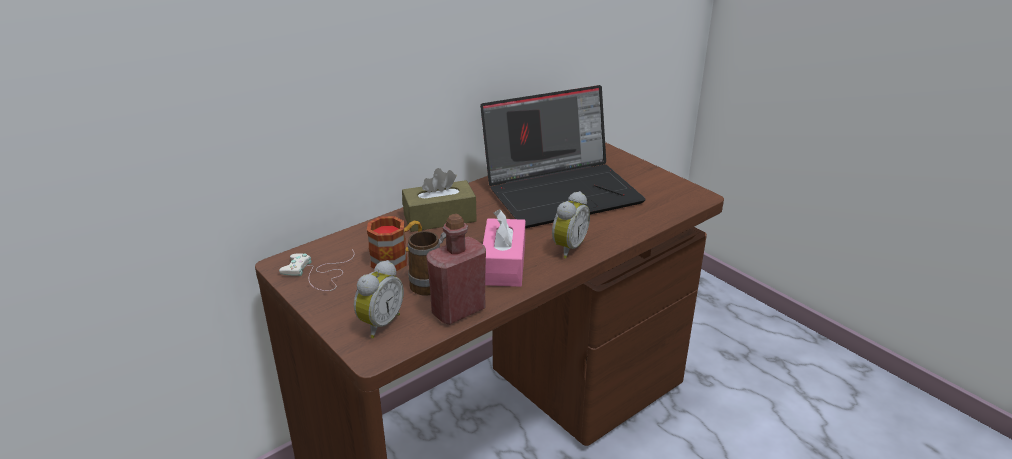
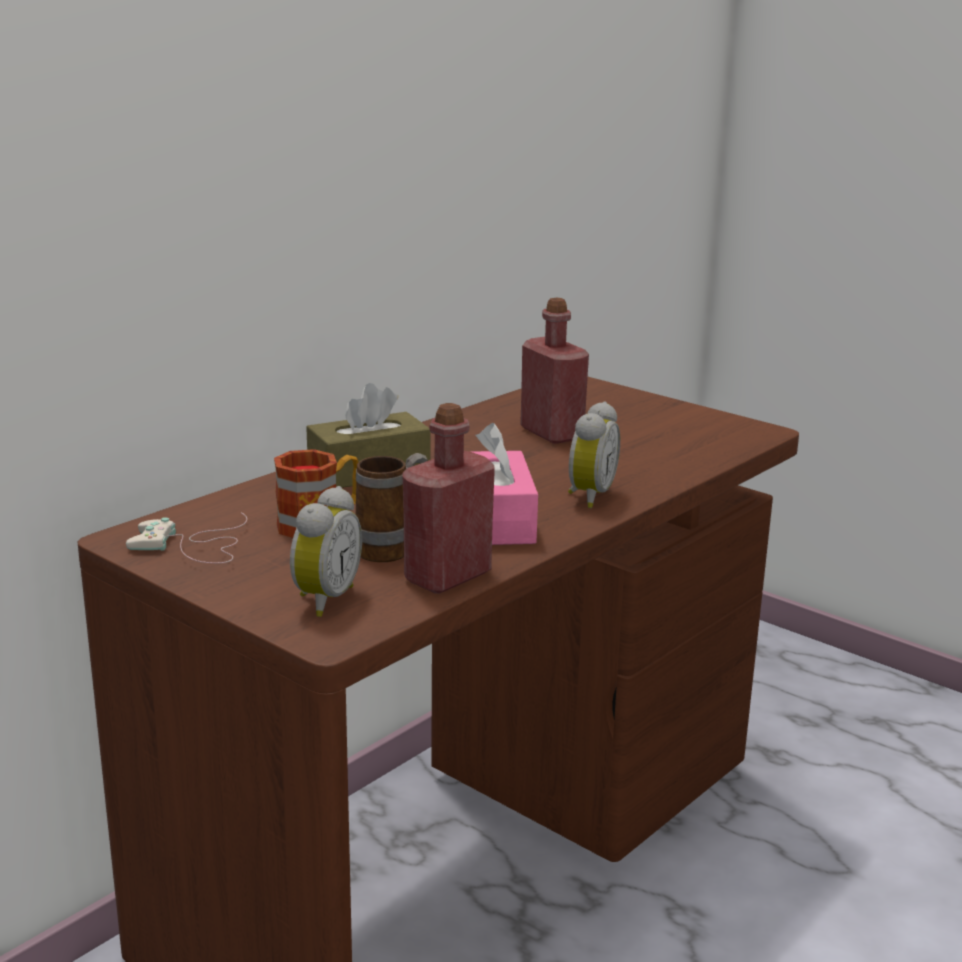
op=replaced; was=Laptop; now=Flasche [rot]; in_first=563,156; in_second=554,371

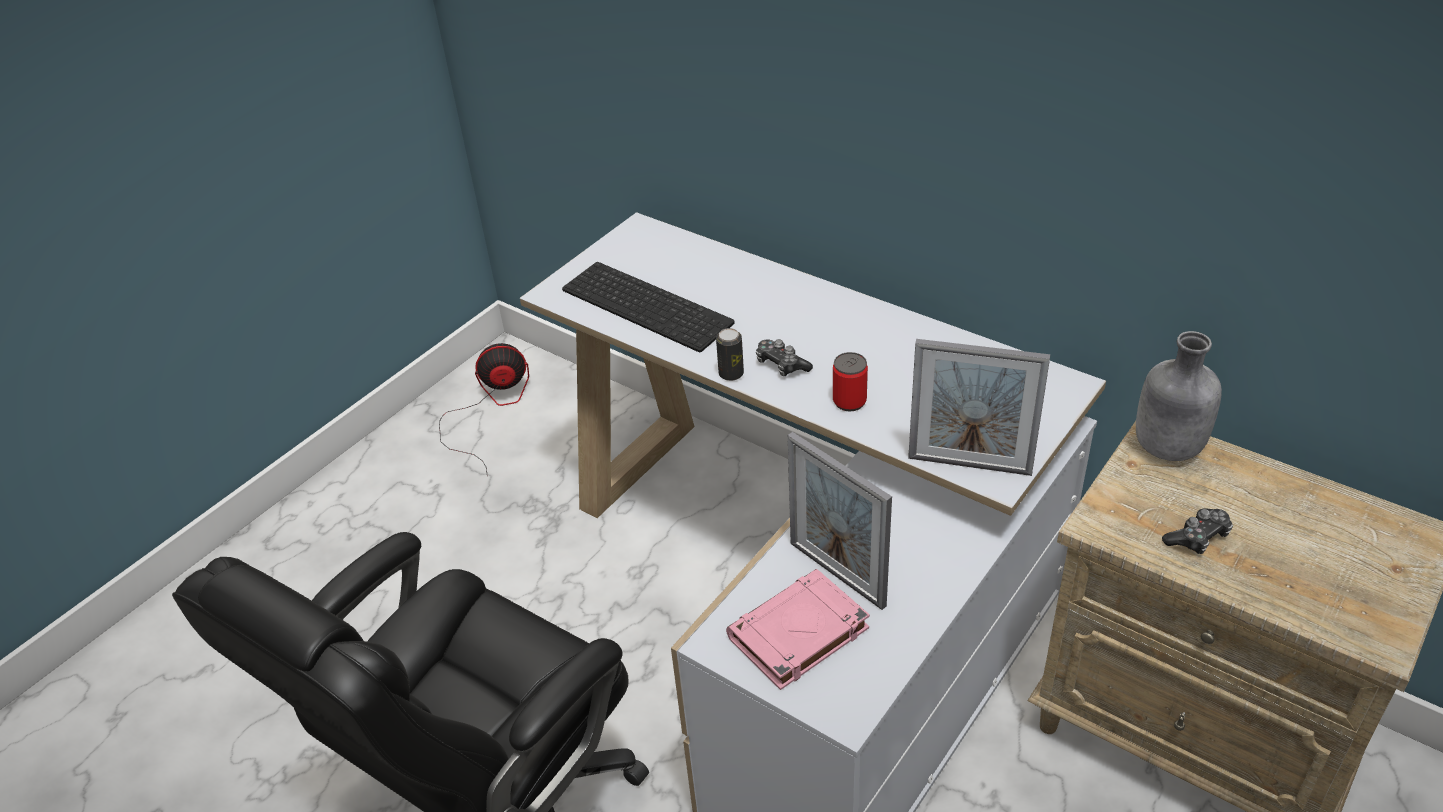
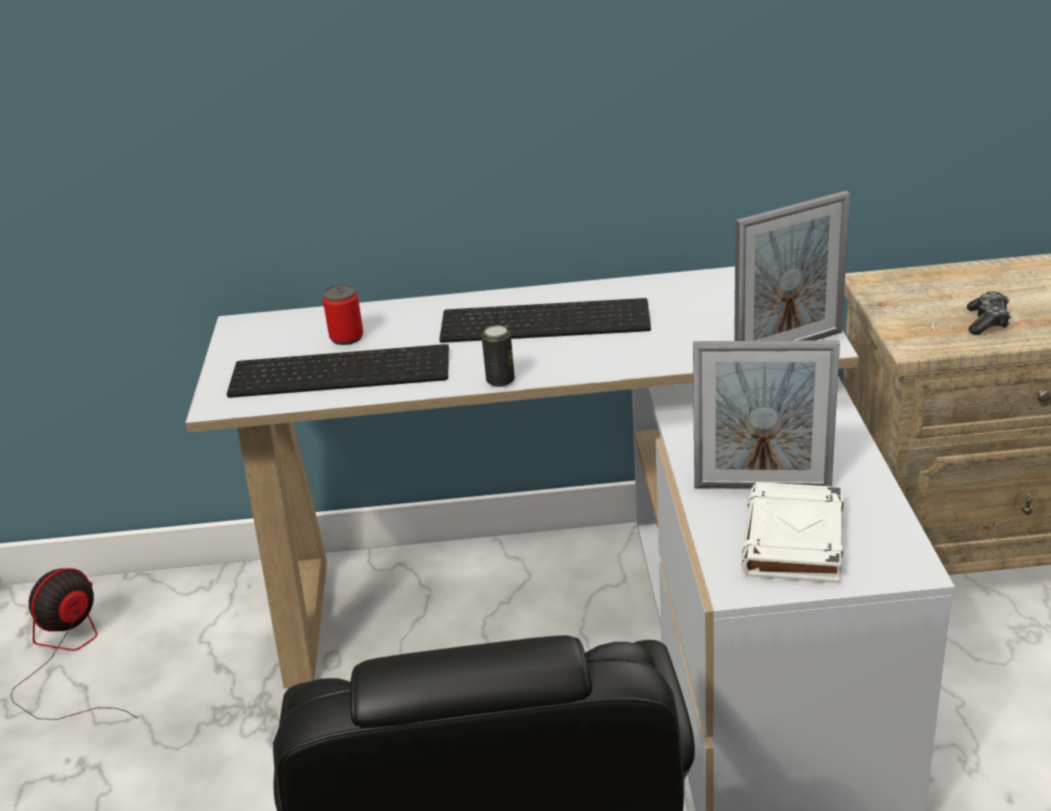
op=moved; was=Dose; in_first=850,381; in_second=343,314
op=added; now=Tastatur; in_second=545,320
op=recoloured; was=Buch [rosa]; now=Buch [weiß]; in_first=798,629; in_second=793,532
op=removed; was=Gamepad; in_first=784,357
op=removed; was=Flasche [grau]; in_first=1179,396

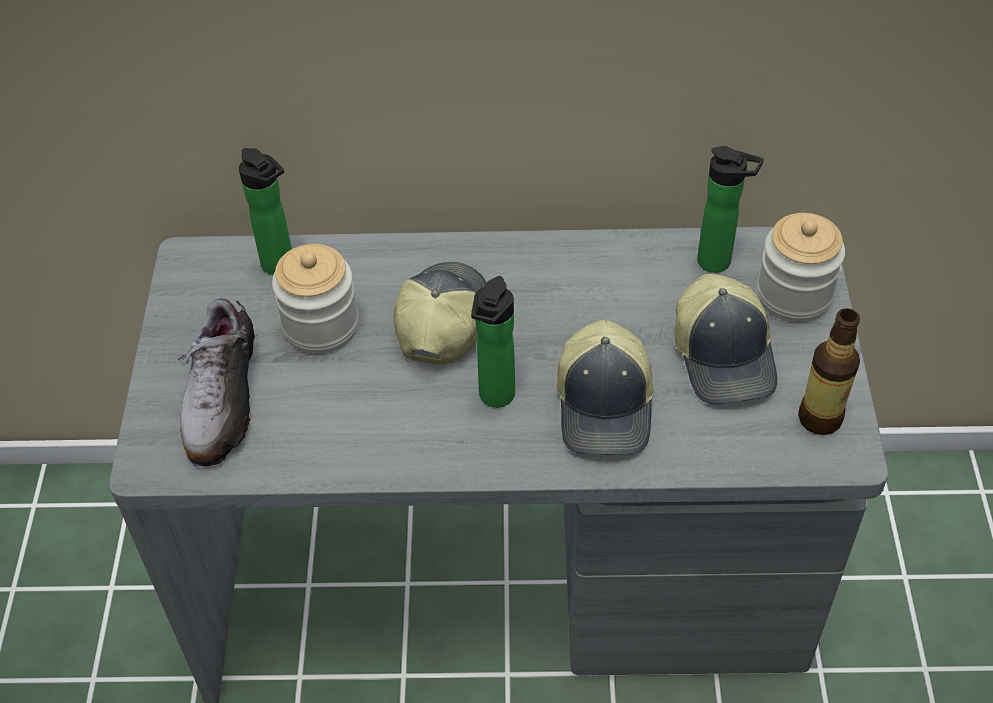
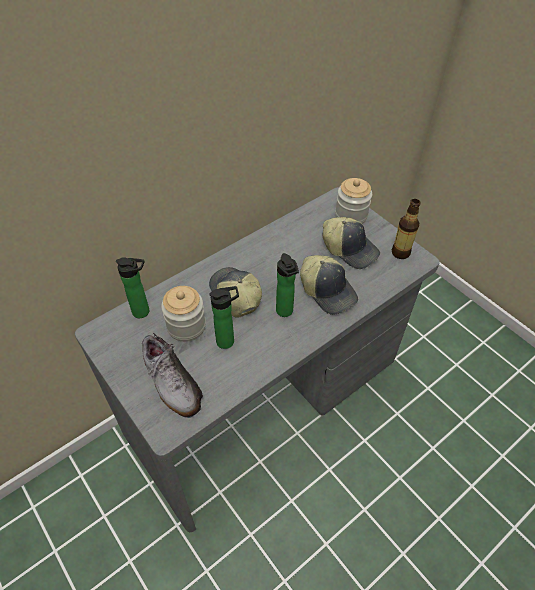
op=moved; was=Flasche; in_first=730,209; in_second=224,317

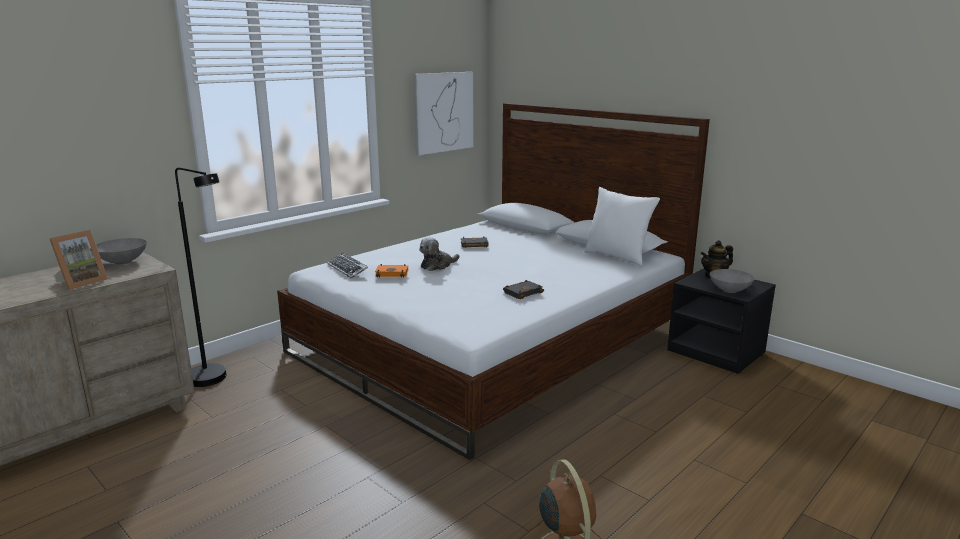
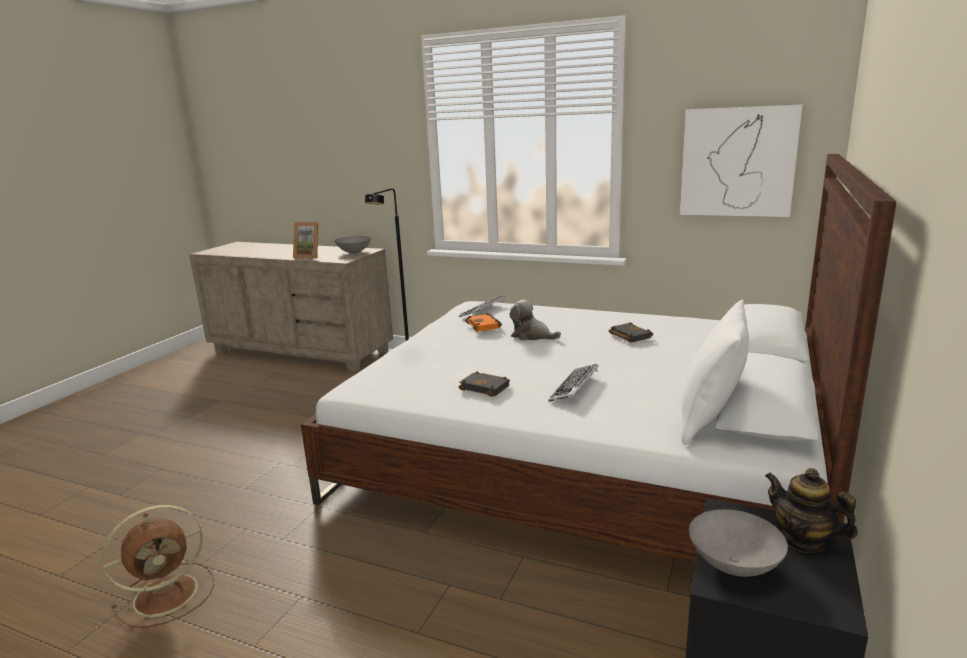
op=added; now=Tastatur; in_second=573,383

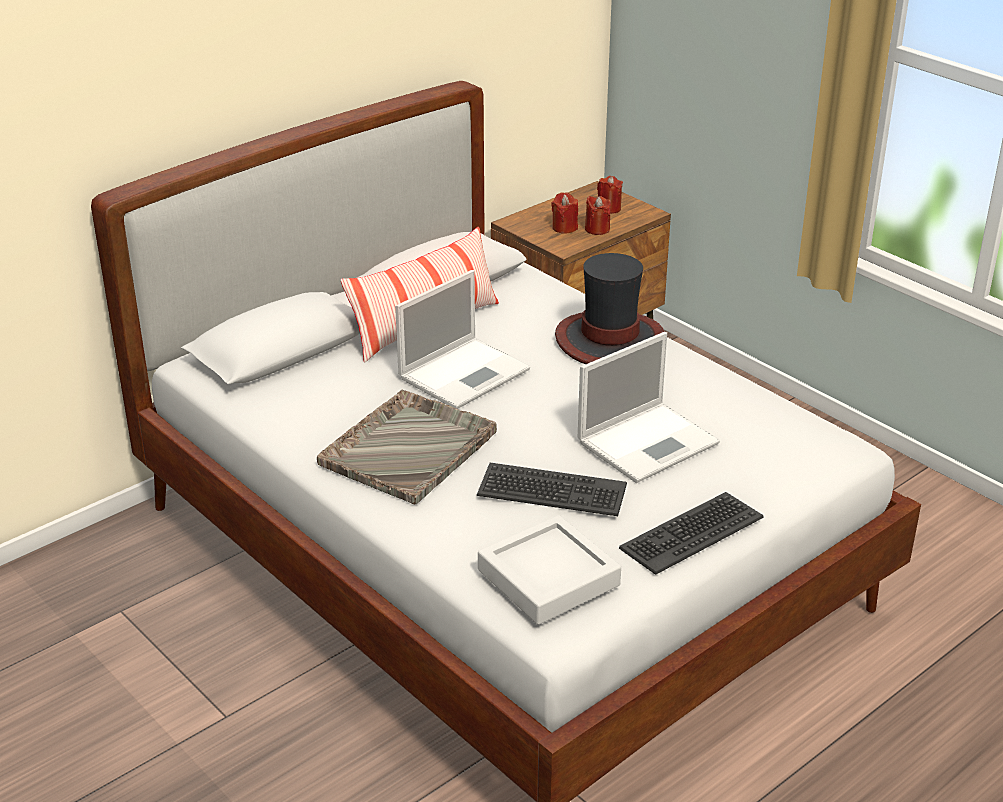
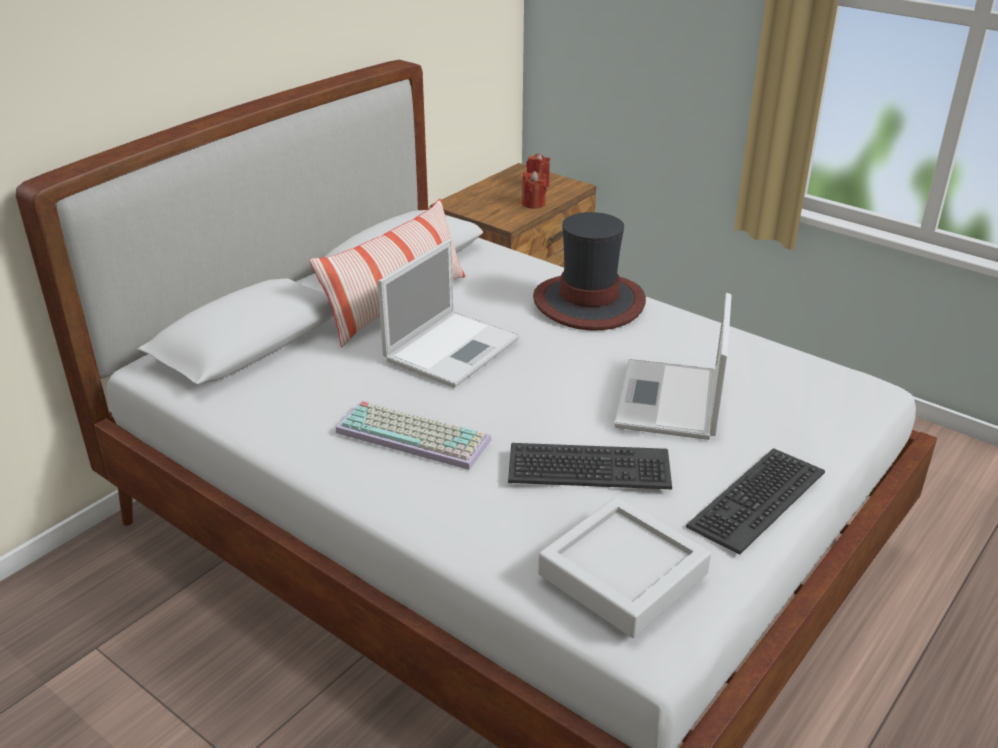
op=replaced; was=Tablett [grau]; now=Tastatur; in_first=407,447; in_second=414,435
op=turned; was=Laptop; in_first=649,407; in_second=673,366; clockwise=150
op=removed; was=Kerze [rot]; in_first=564,213

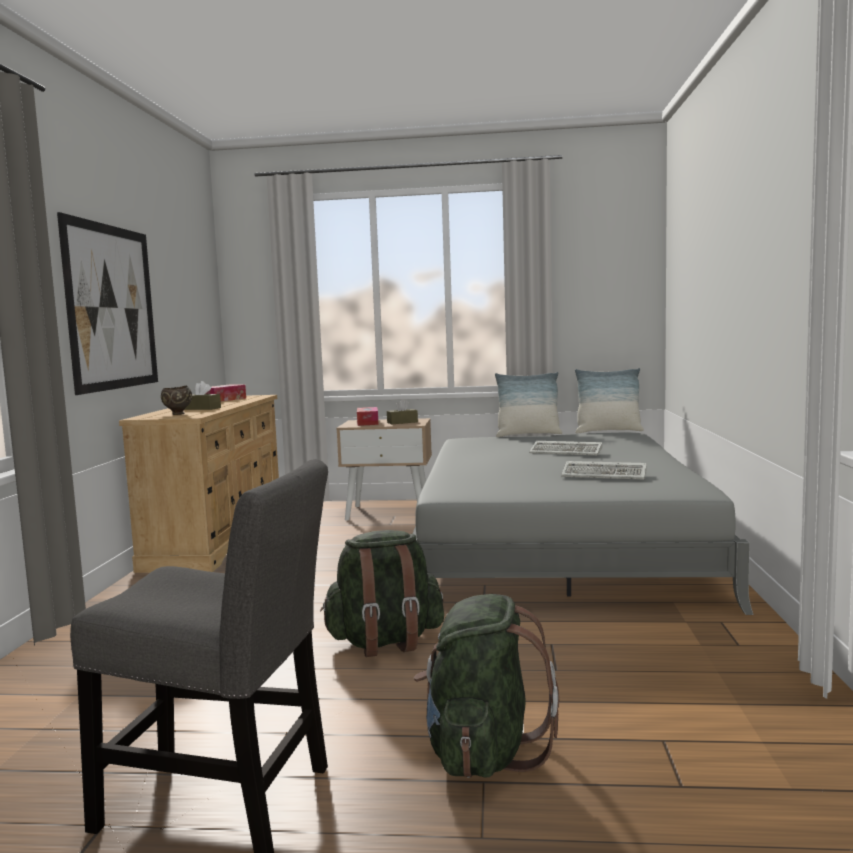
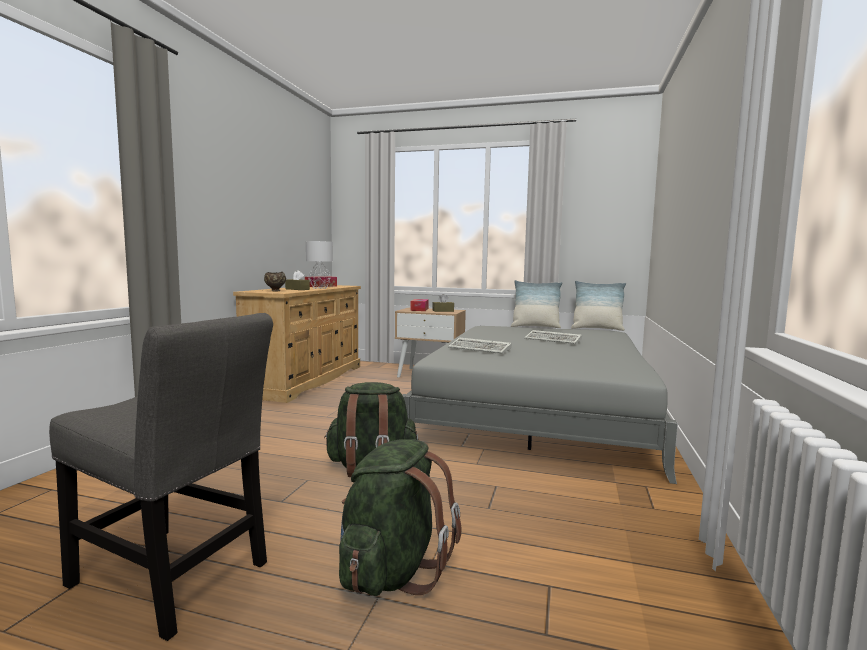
op=added; now=Tischlampe [grau]; in_second=319,265
op=moved; was=Tastatur; in_first=604,470; in_second=480,345
op=removed; was=Bild; in_first=107,303

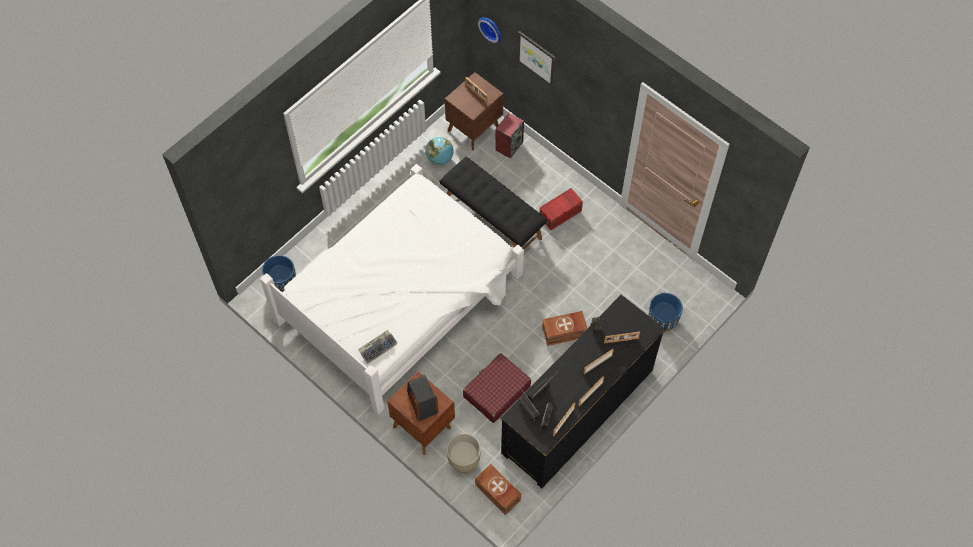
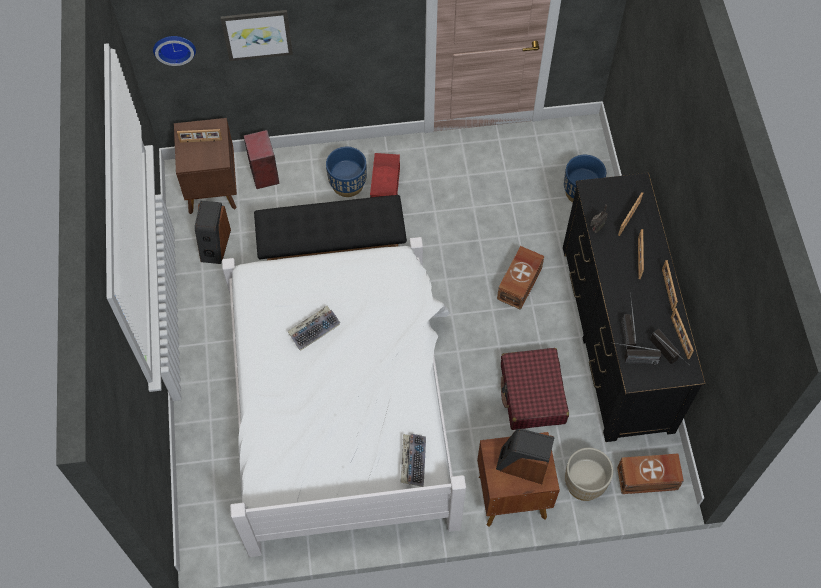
op=replaced; was=Globus; now=Lautsprecher; in_first=439,151; in_second=213,232
op=added; now=Tastatur; in_second=313,328
op=moved; was=Pflanzkübel [blau]; in_first=279,273; in_second=346,172

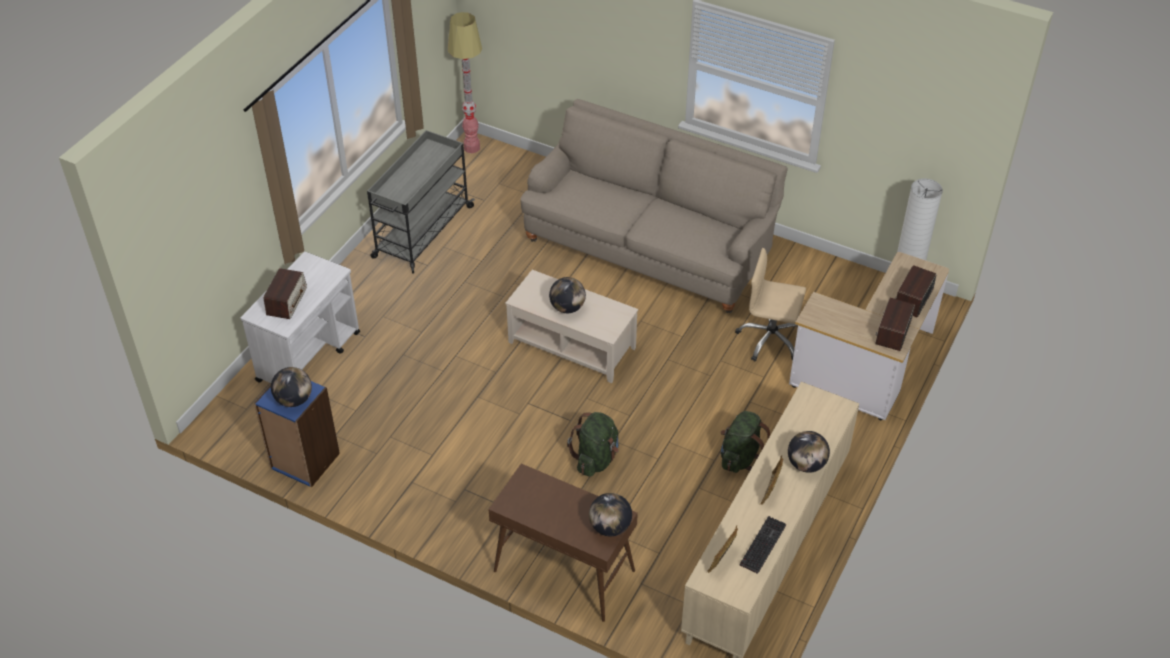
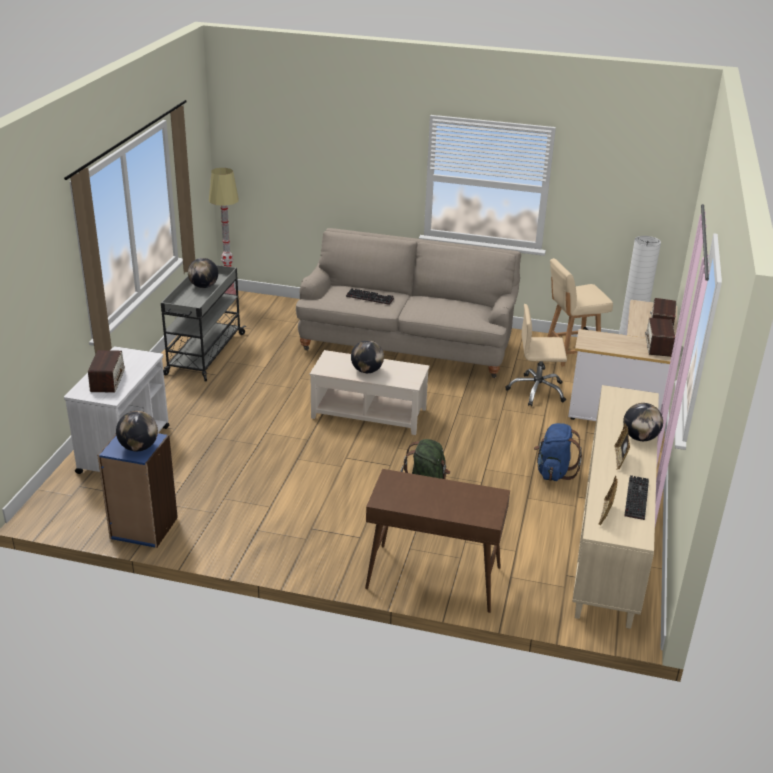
op=moved; was=Globus; in_first=610,514; in_second=203,273
op=added; now=Tastatur; in_second=370,296
op=recoloured; was=Rucksack [grün]; now=Rucksack [blau]; in_first=745,442; in_second=558,452
op=added; now=Stuhl [beige]; in_second=580,312

